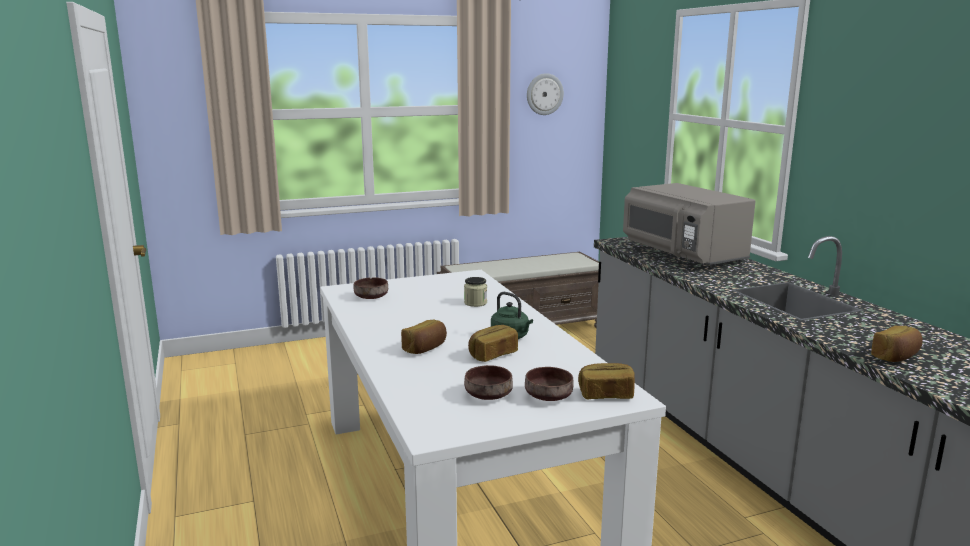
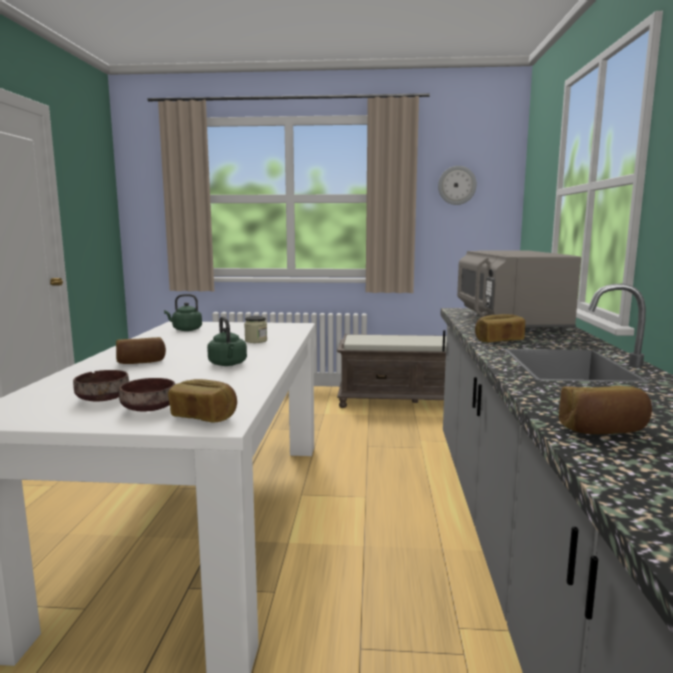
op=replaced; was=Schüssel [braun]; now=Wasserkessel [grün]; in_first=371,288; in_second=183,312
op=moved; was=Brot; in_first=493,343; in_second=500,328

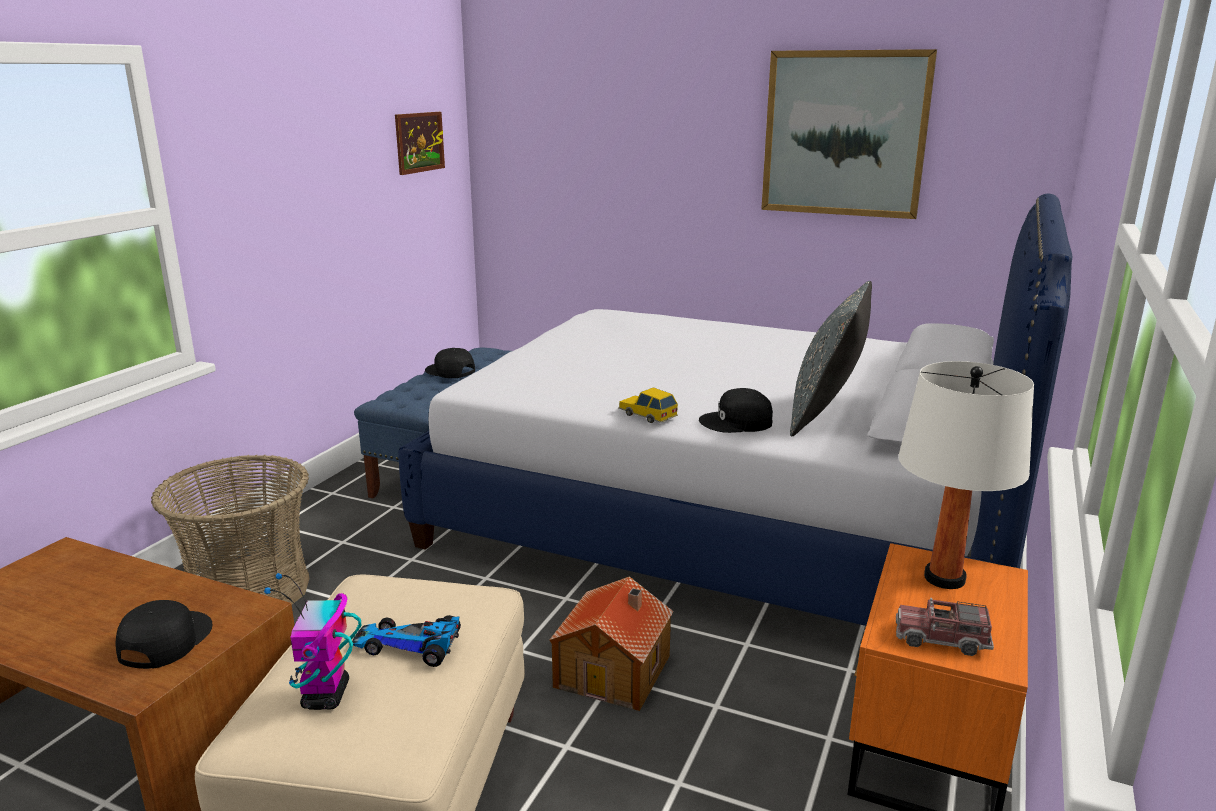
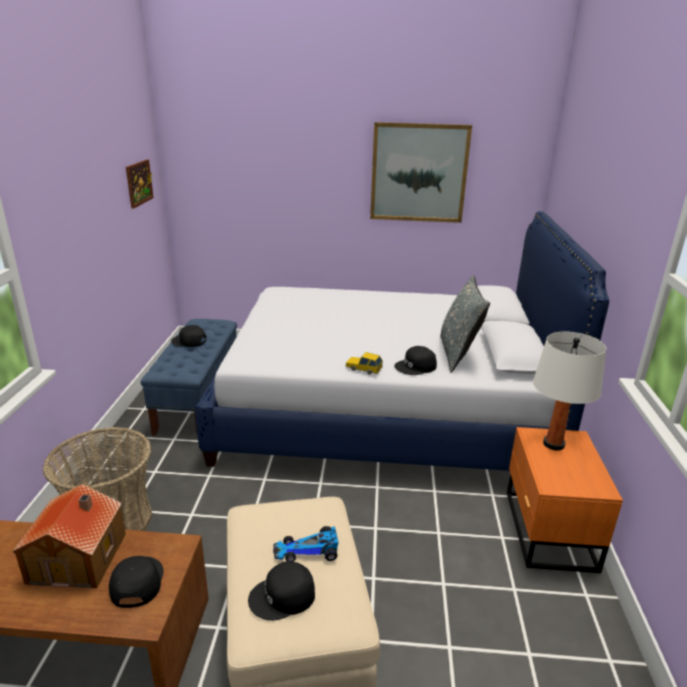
op=moved; was=Spielzeughaus; in_first=611,643; in_second=69,536
op=replaced; was=Spielzeugroboter; now=Kappe [schwarz]; in_first=313,641; in_second=281,591
op=removed; was=Spielzeuglaster; in_first=945,627

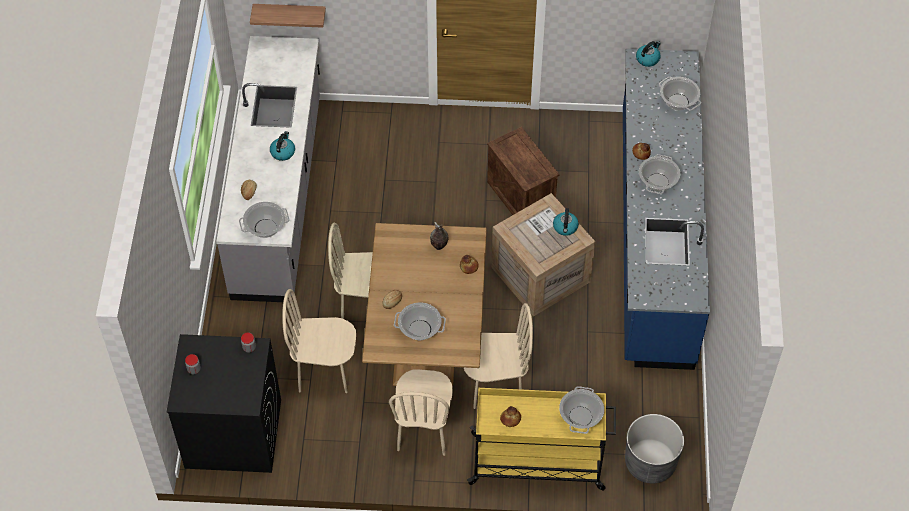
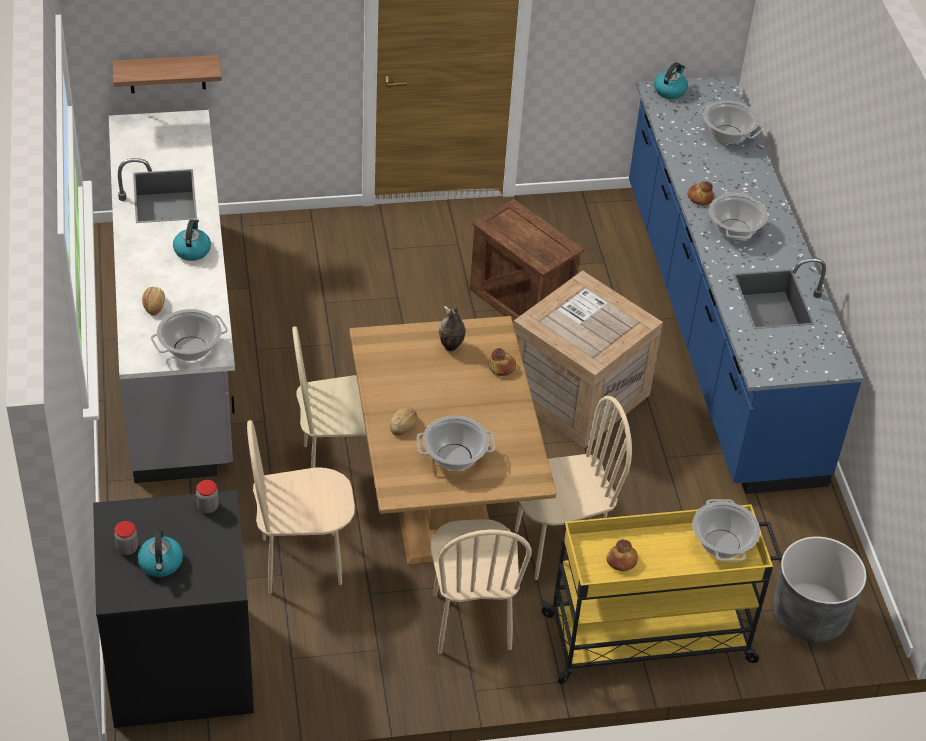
op=moved; was=Wasserkessel; in_first=566,222; in_second=160,553

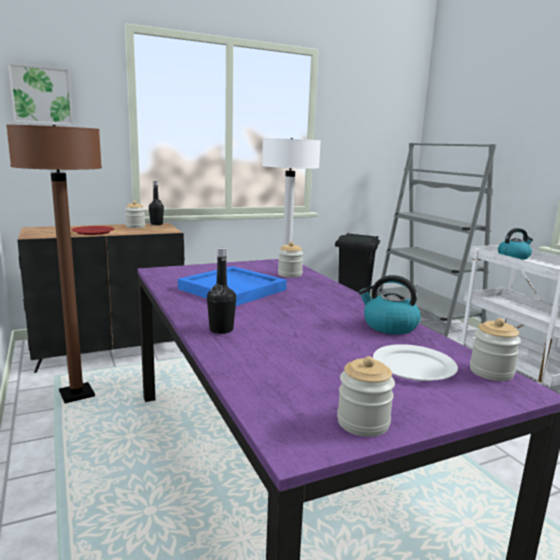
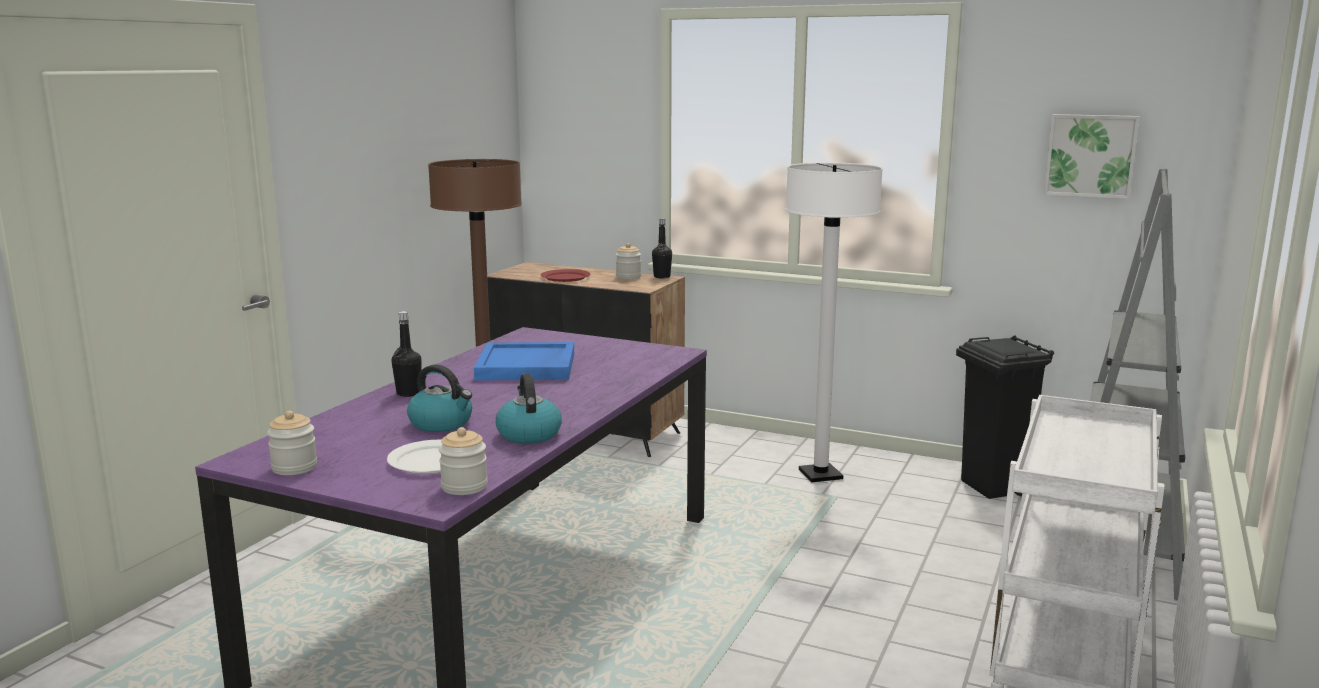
op=moved; was=Wasserkessel; in_first=515,244; in_second=439,398
op=moved; was=Bild; in_first=40,94; in_second=1092,156
op=removed; was=Vorratsglas; in_first=291,260

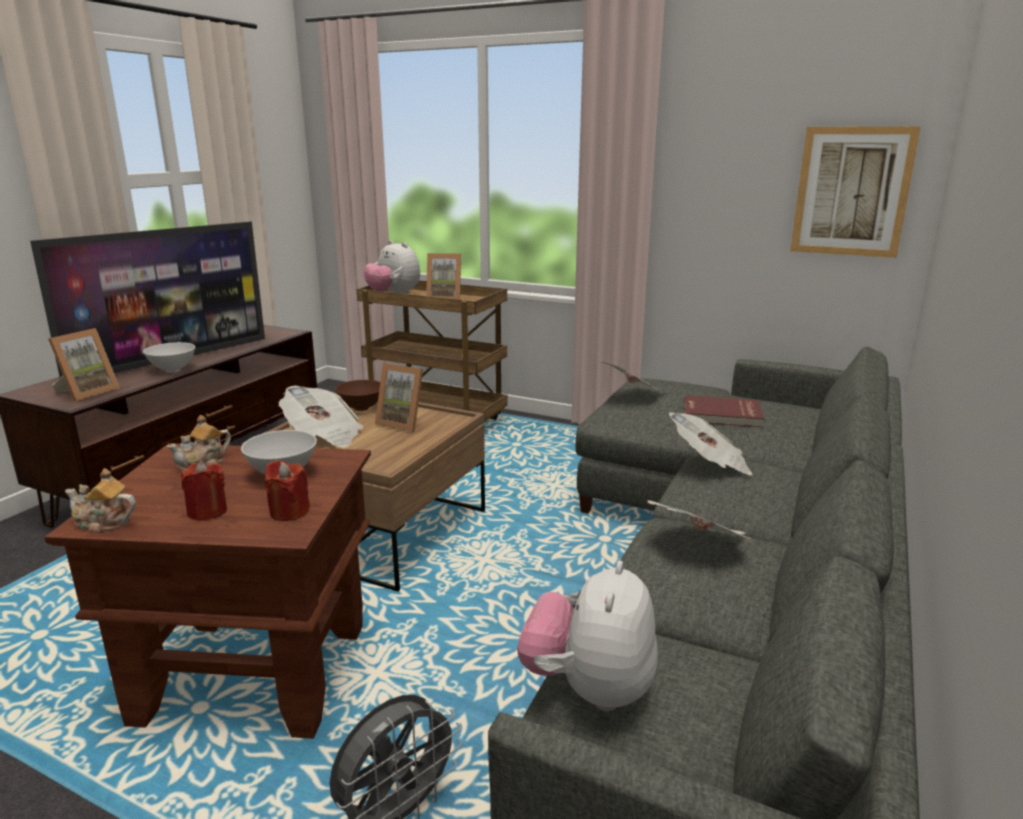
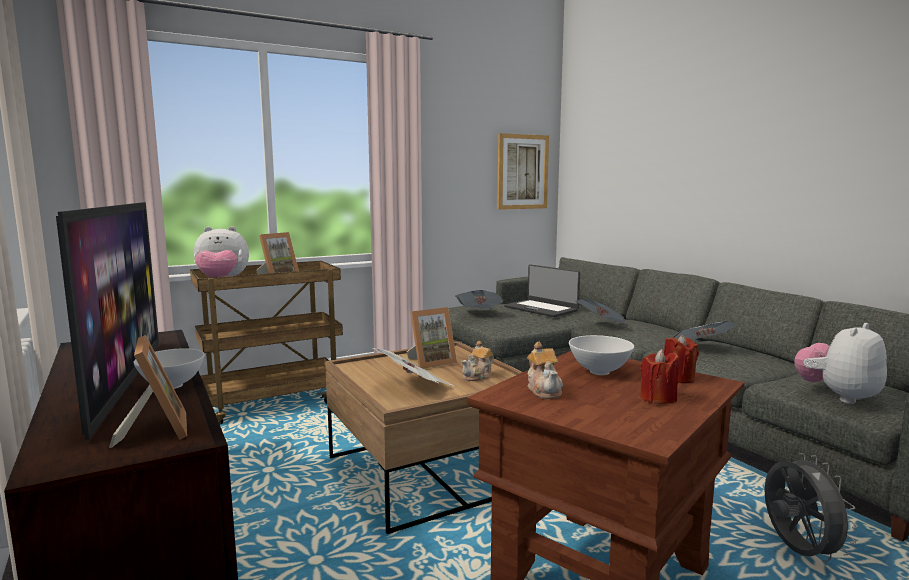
op=moved; was=Teekanne; in_first=100,500; in_second=477,361
op=replaced; was=Buch [rot]; now=Laptop; in_first=724,411; in_second=542,290
op=turned; was=Plüschtier; in_first=587,635; in_second=841,363; clockwise=90
op=removed; was=Schüssel [braun]; in_first=357,395

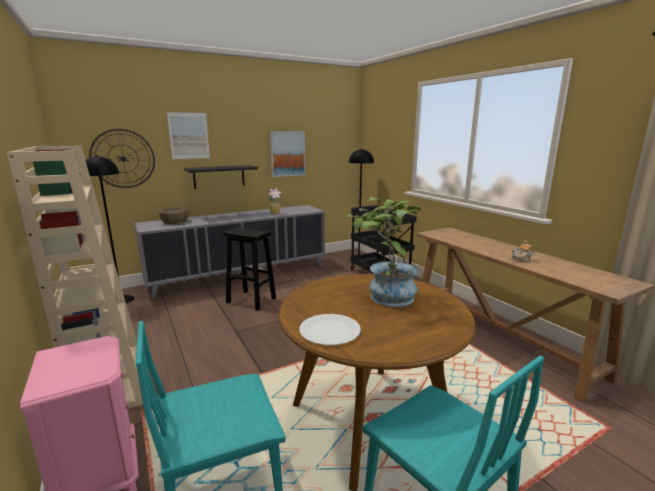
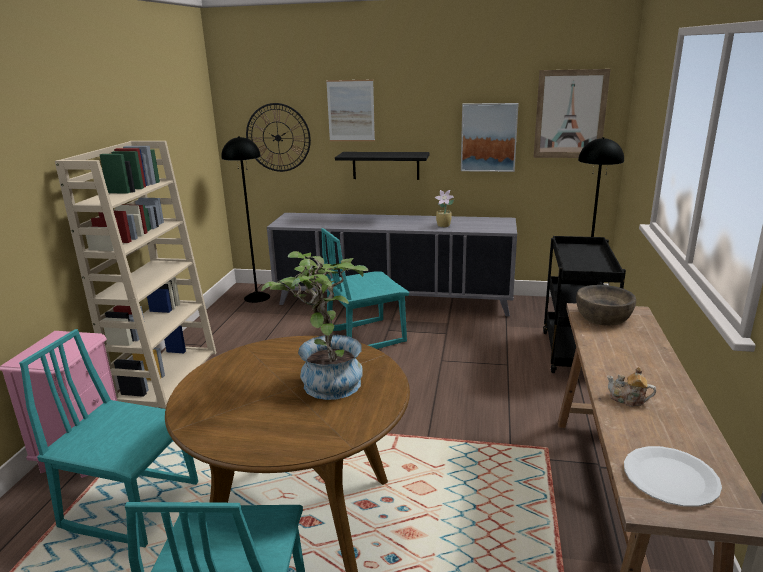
op=replaced; was=Hocker [schwarz]; now=Stuhl [türkis]; in_first=249,268; in_second=365,288
op=added; now=Bild; in_second=572,113
op=moved; was=Schüssel [braun]; in_first=174,216; in_second=606,305
op=moved; was=Teller [weiß]; in_first=330,329; in_second=673,476

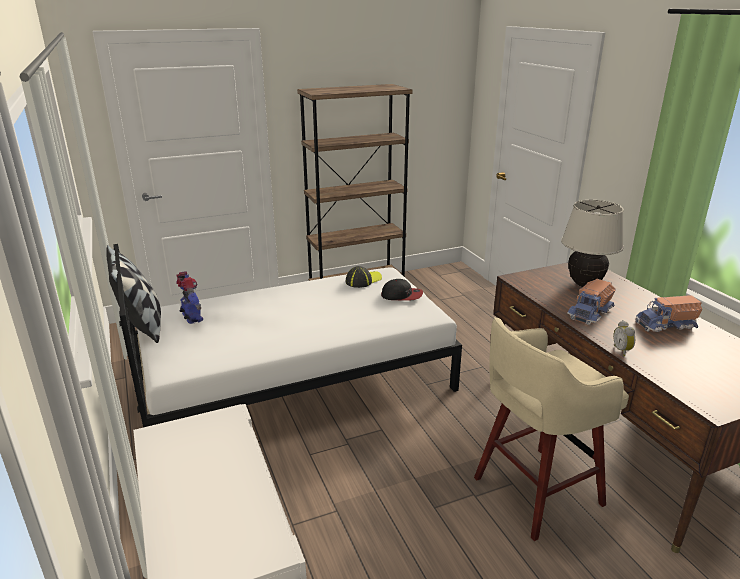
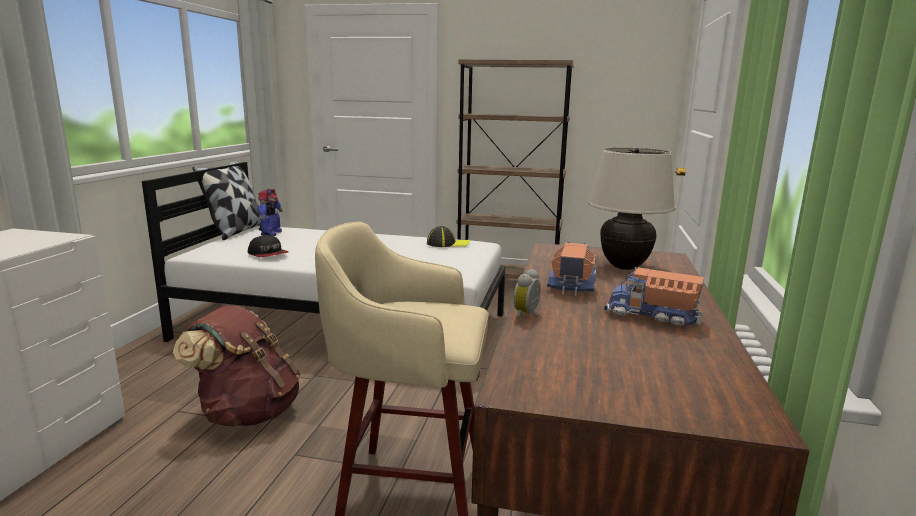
op=added; now=Rucksack [braun]; in_second=237,366
op=moved; was=Kappe; in_first=402,290; in_second=268,246
op=turned; was=Spielzeuglaster; in_first=591,302; in_second=572,268; clockwise=120

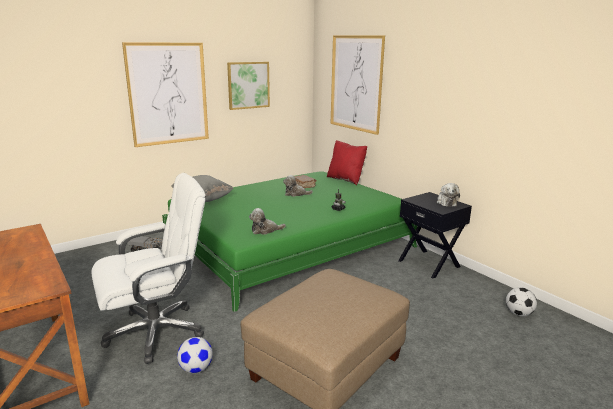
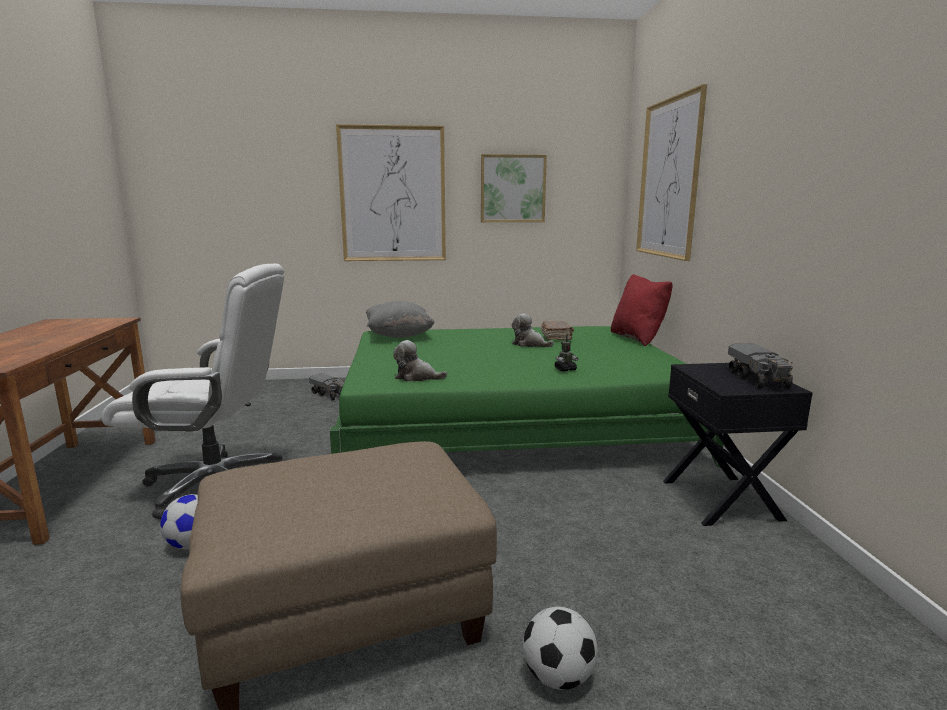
op=moved; was=Fußball; in_first=521,301; in_second=560,648
op=replaced; was=Plüschtier; now=Spielzeuglaster; in_first=448,194; in_second=760,365

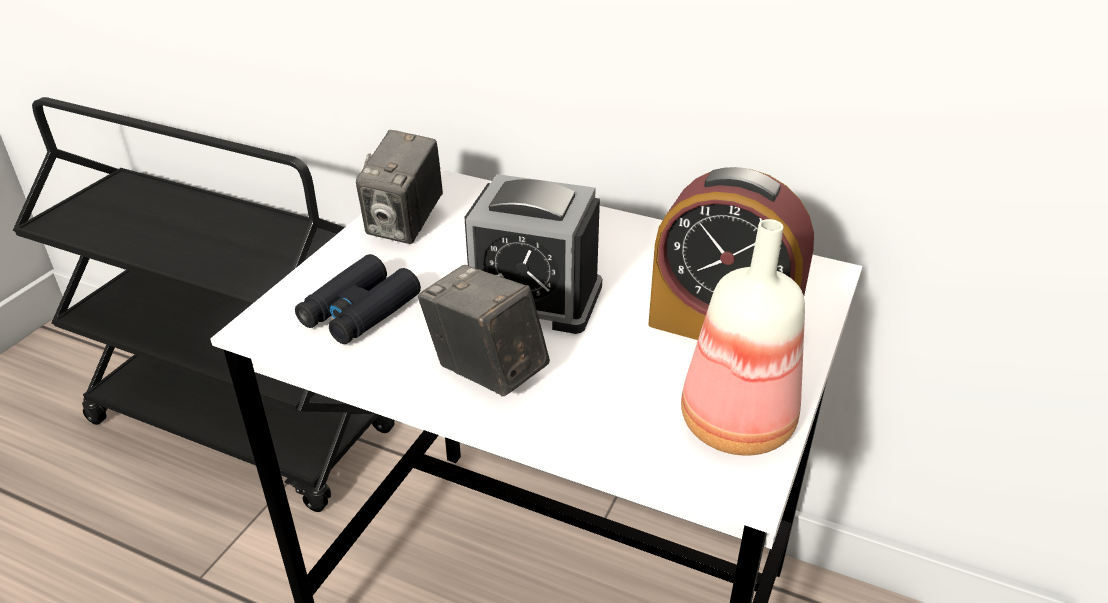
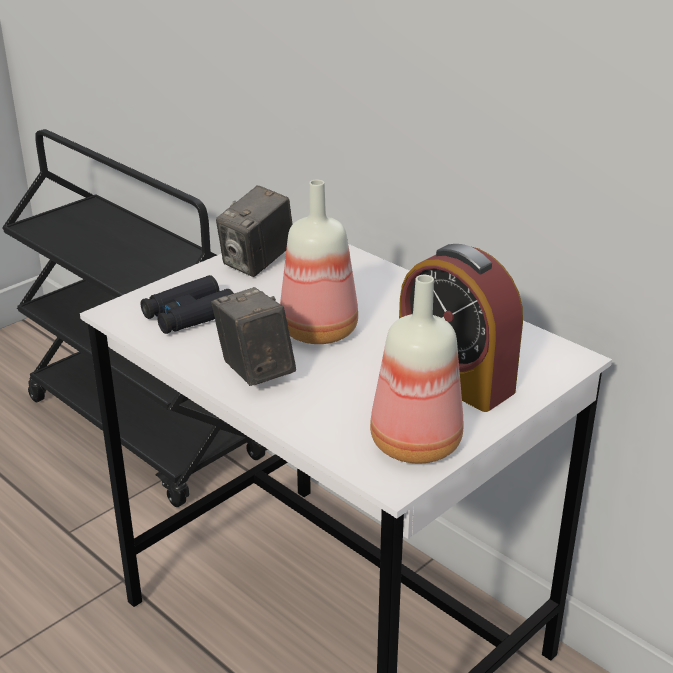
op=replaced; was=Wecker; now=Flasche; in_first=533,254; in_second=319,262

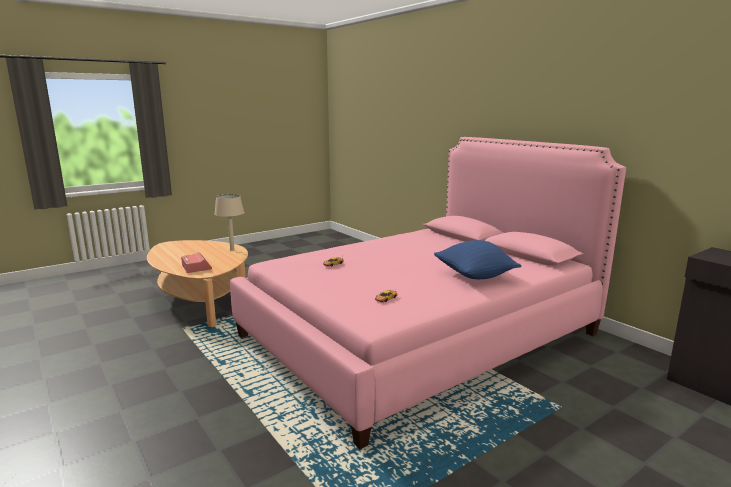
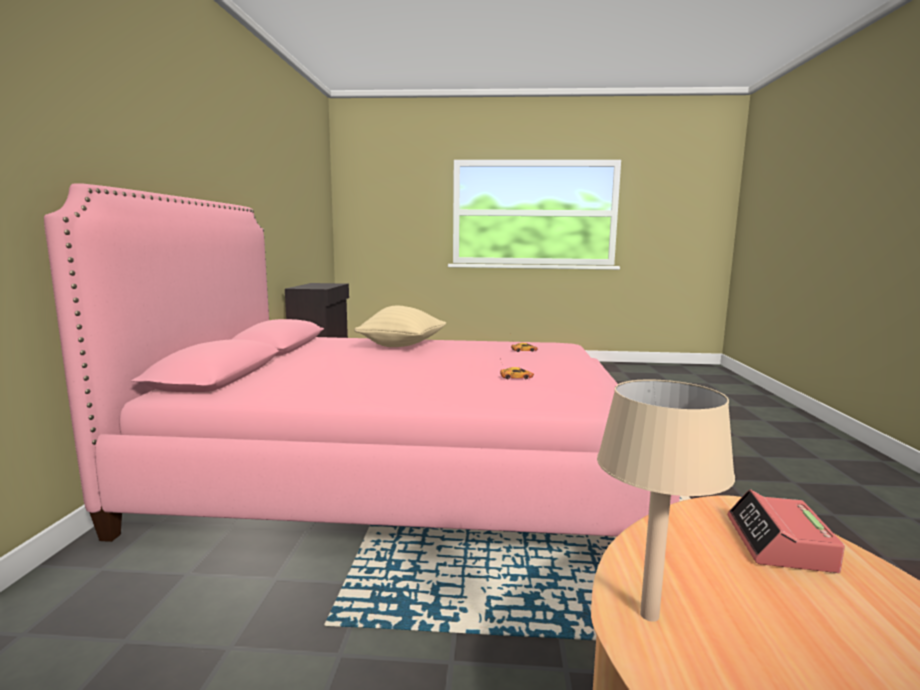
op=recoloured; was=Kissen [blau]; now=Kissen [beige]; in_first=477,259; in_second=400,326

